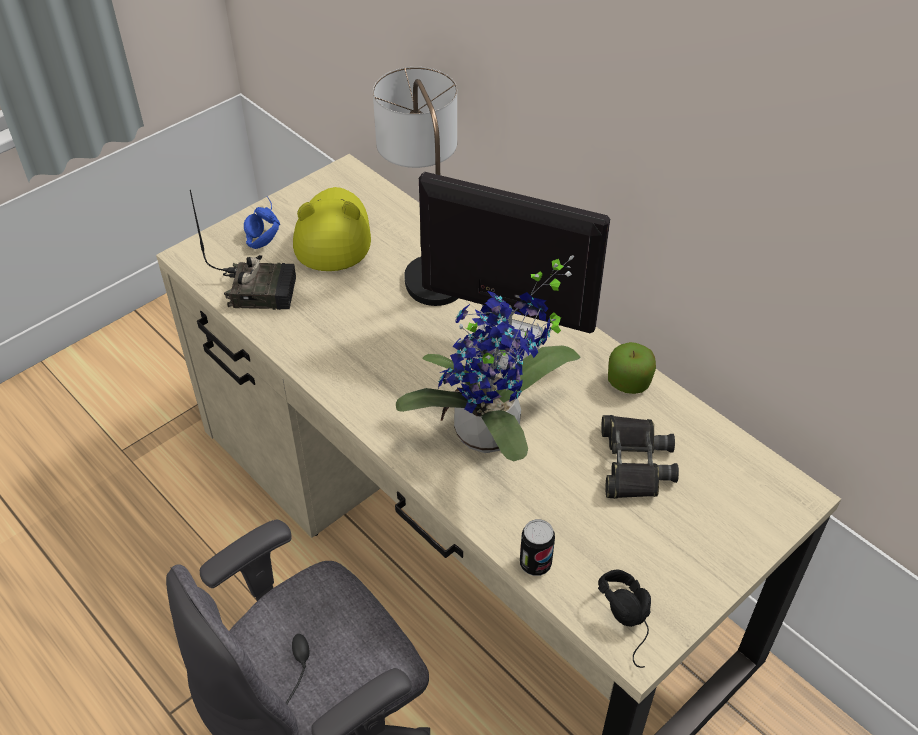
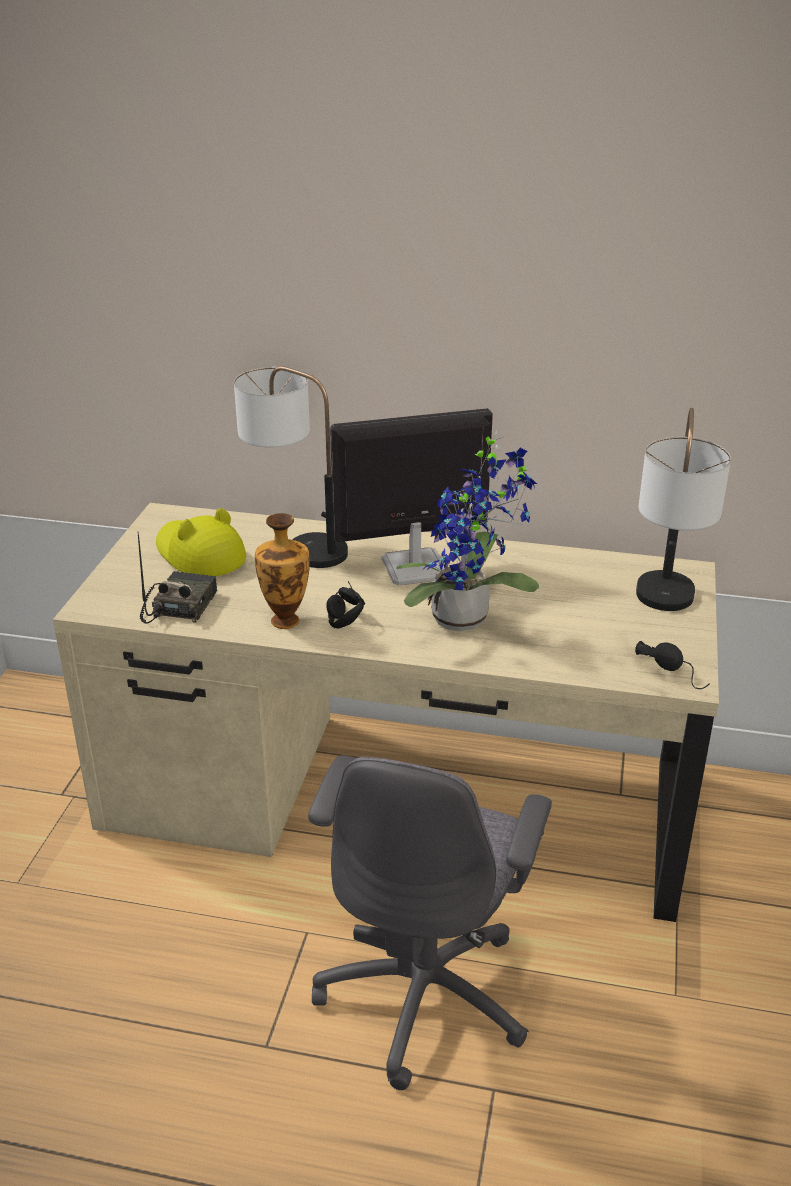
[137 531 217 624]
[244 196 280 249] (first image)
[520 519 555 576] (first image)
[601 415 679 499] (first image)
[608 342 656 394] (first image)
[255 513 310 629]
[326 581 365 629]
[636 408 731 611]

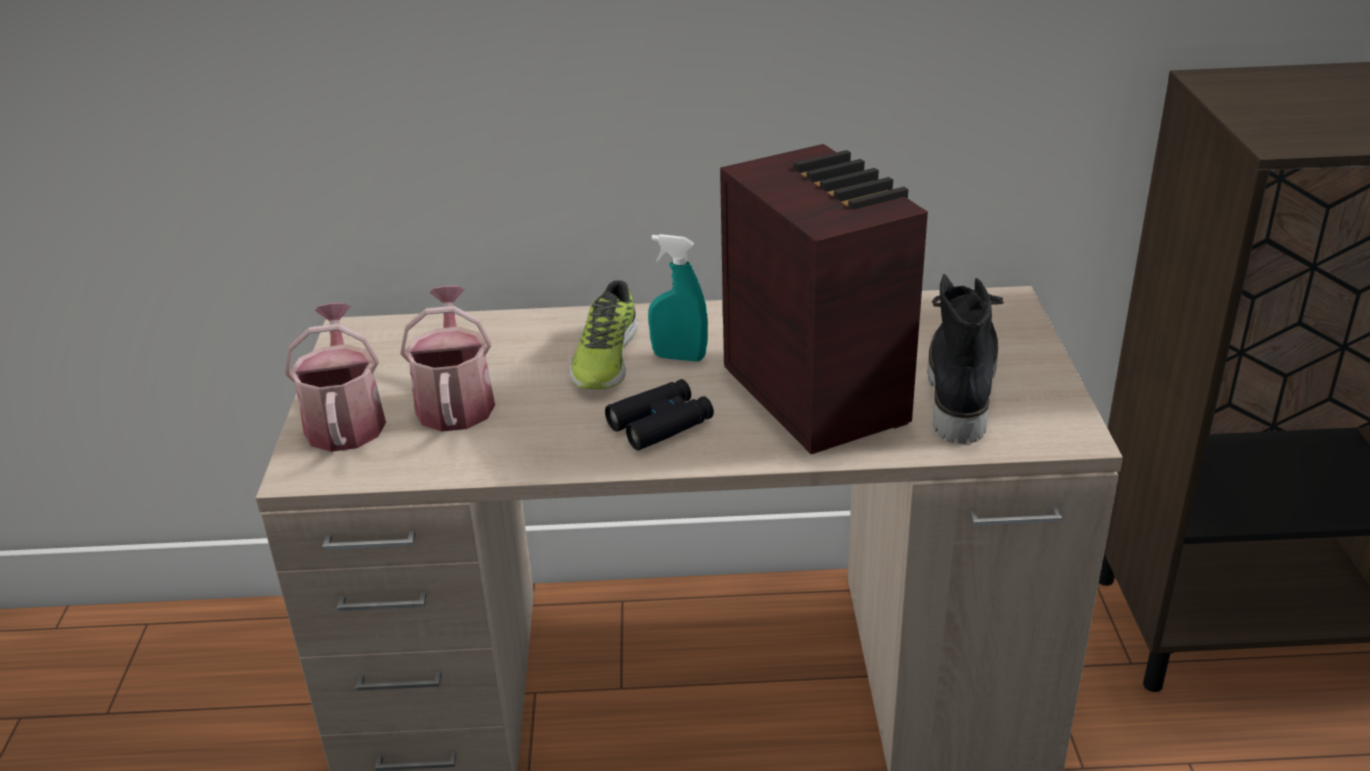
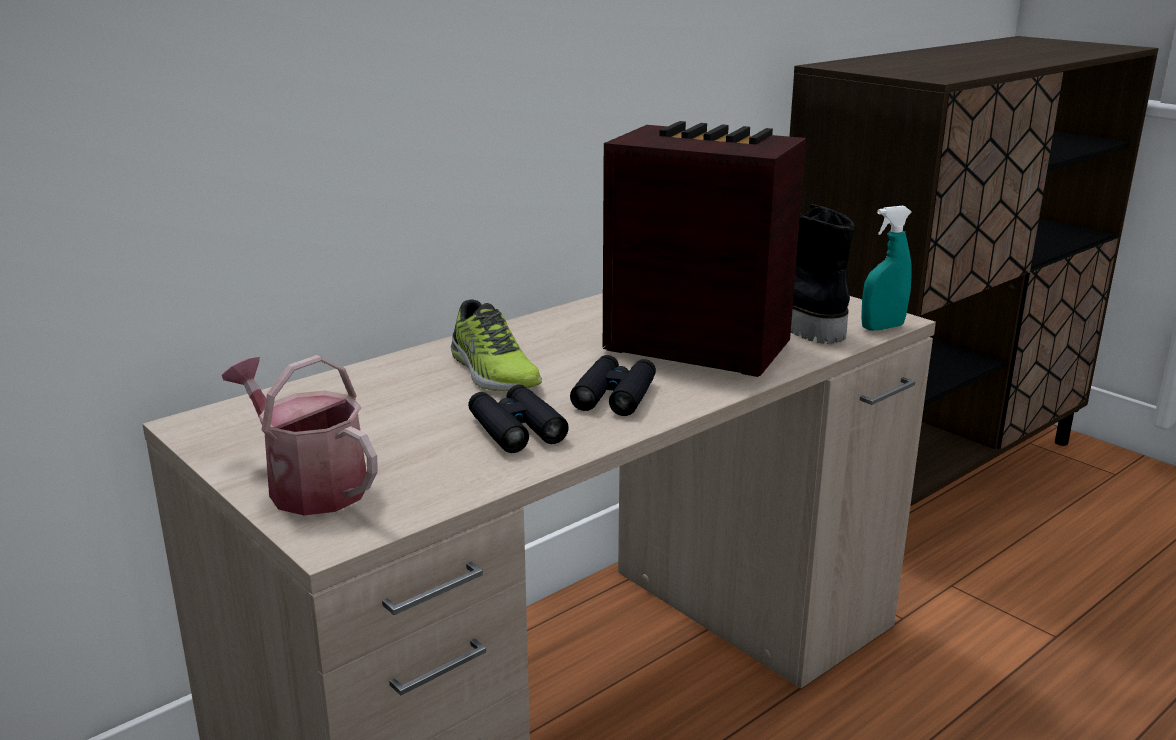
[400 286 495 431] (first image)
[861 206 912 331]
[468 385 569 453]

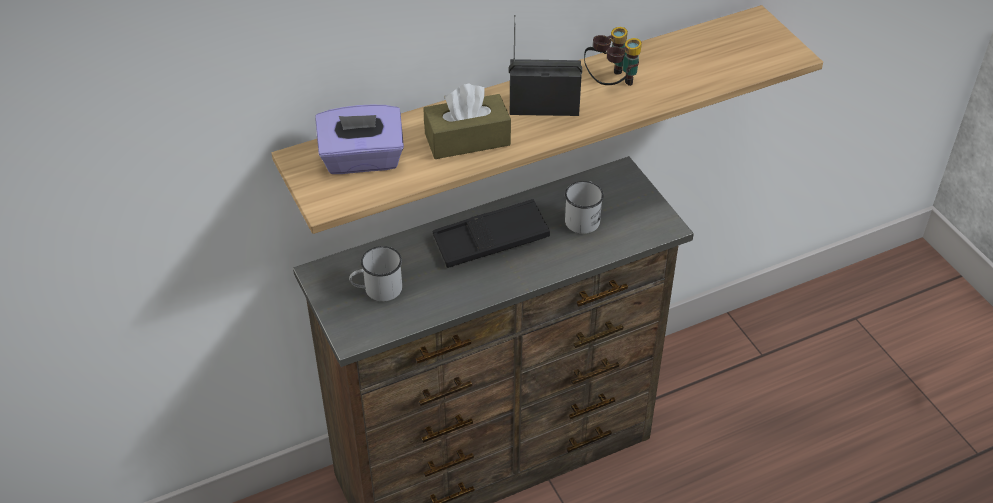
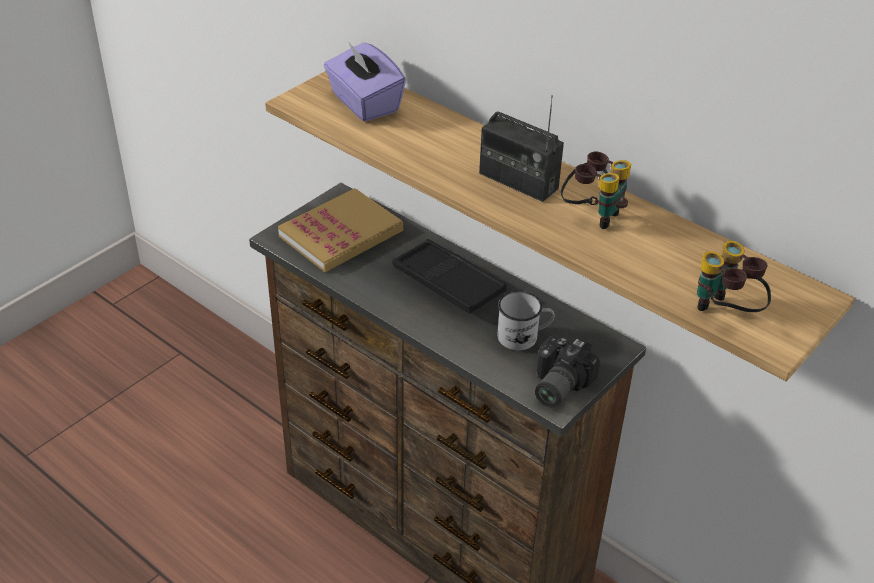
[278 188 403 272]
[423 83 511 159] (first image)
[479 95 564 202]
[535 336 600 407]
[697 241 771 312]

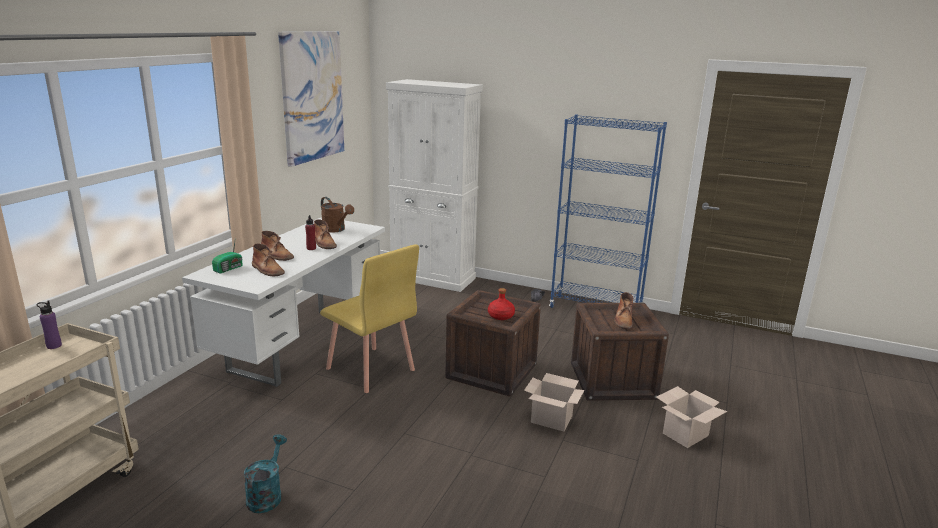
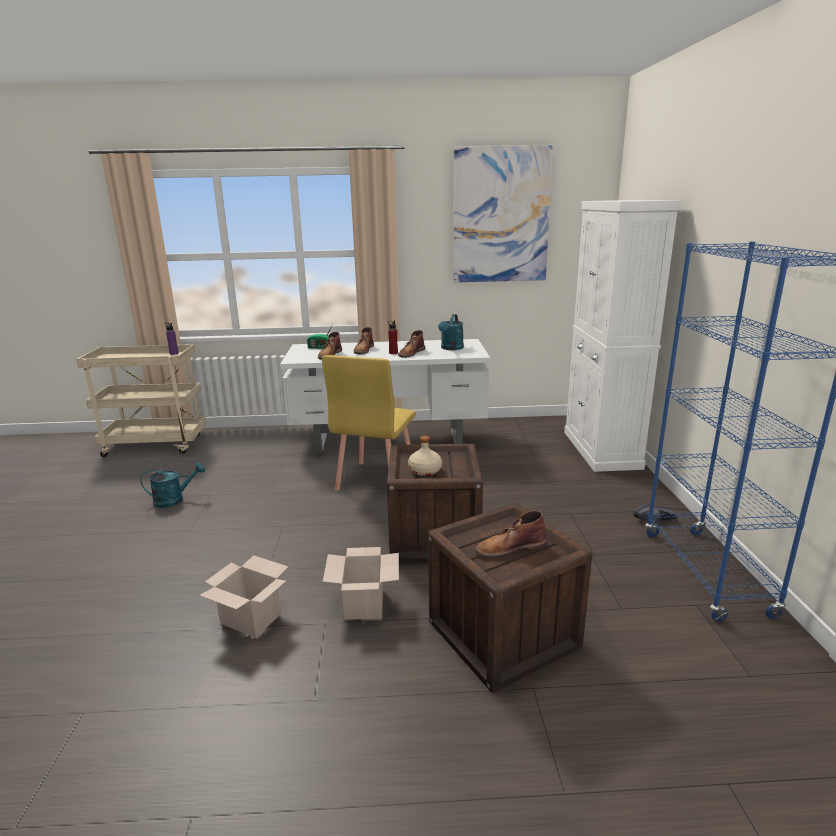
[438 314 464 350]
[408 436 442 476]
[199 555 288 638]

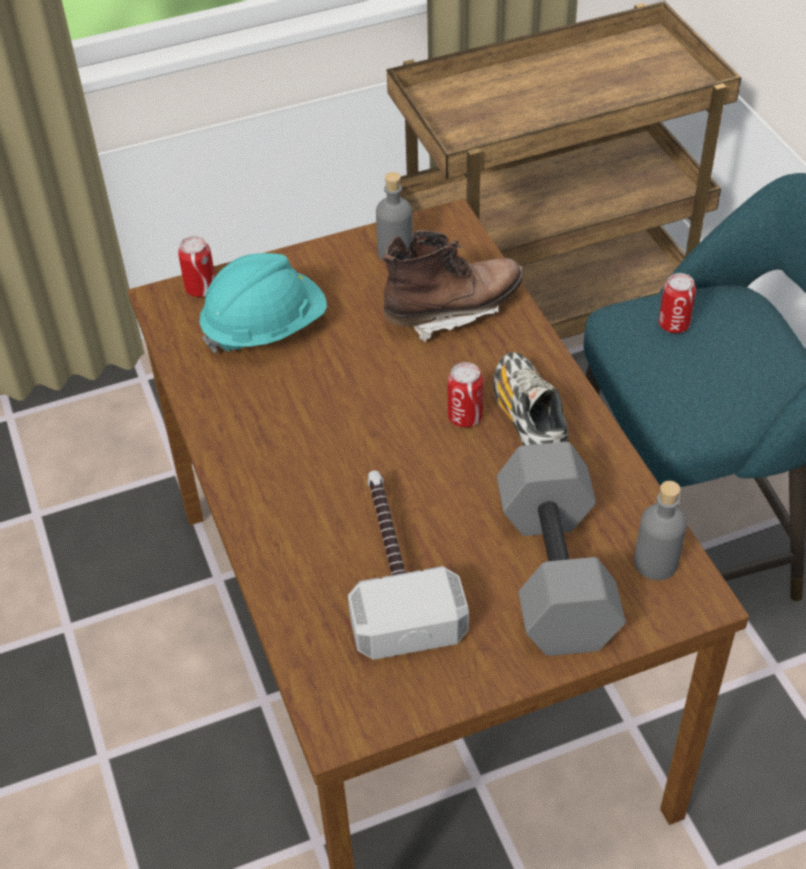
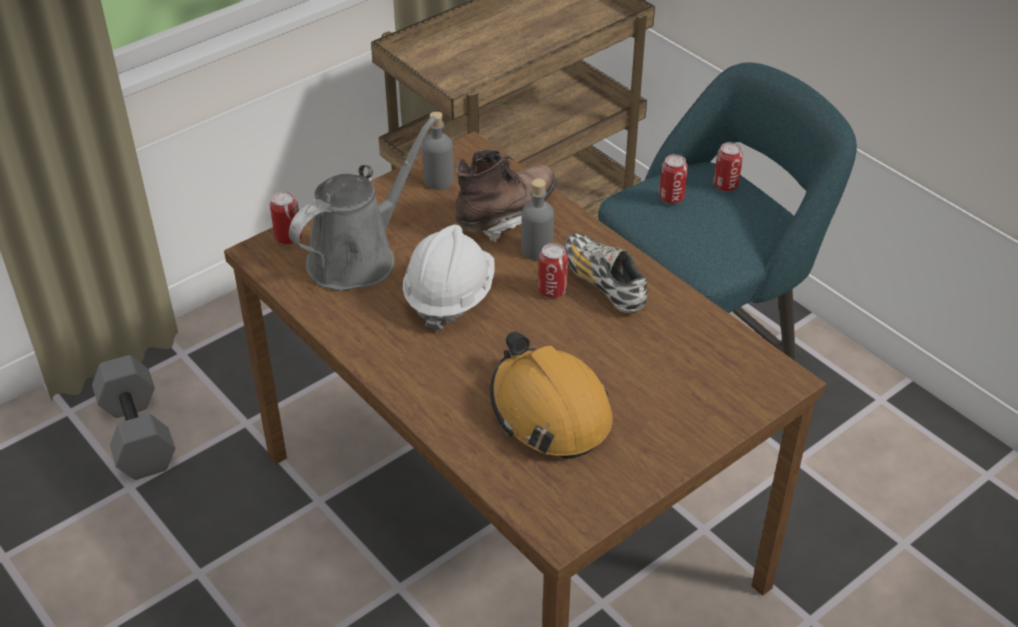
[289 116 437 291]
[490 331 613 459]
[92 355 175 480]
[521 179 554 260]
[403 224 495 331]
[713 142 743 191]

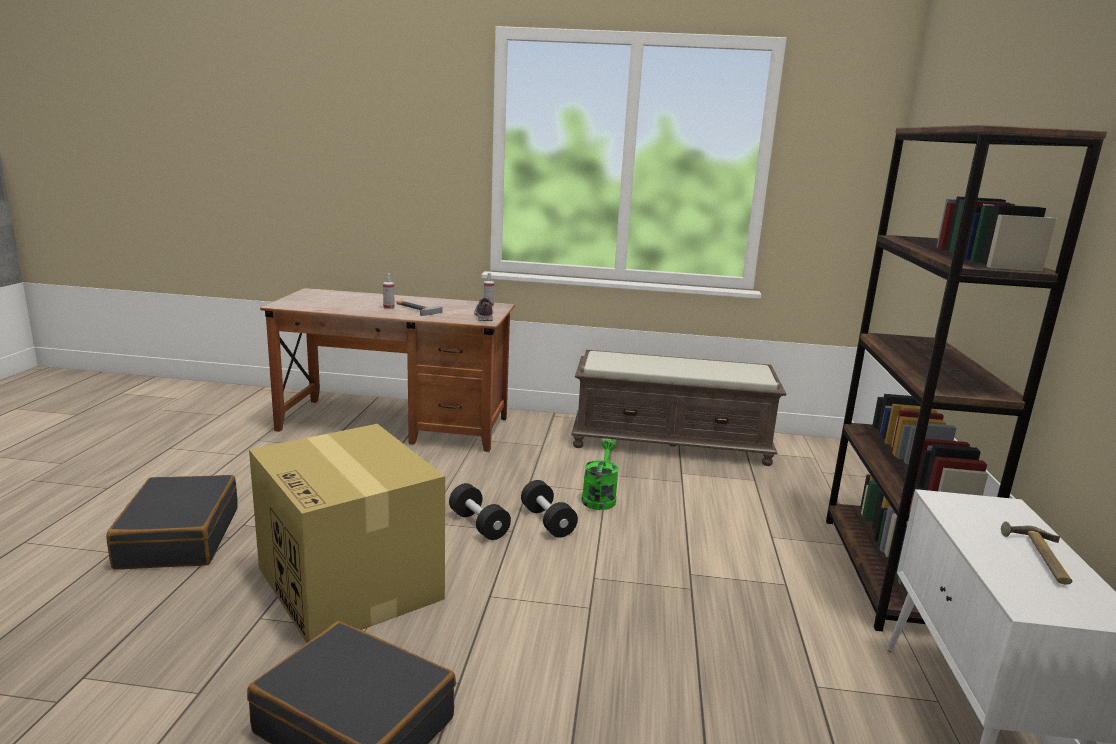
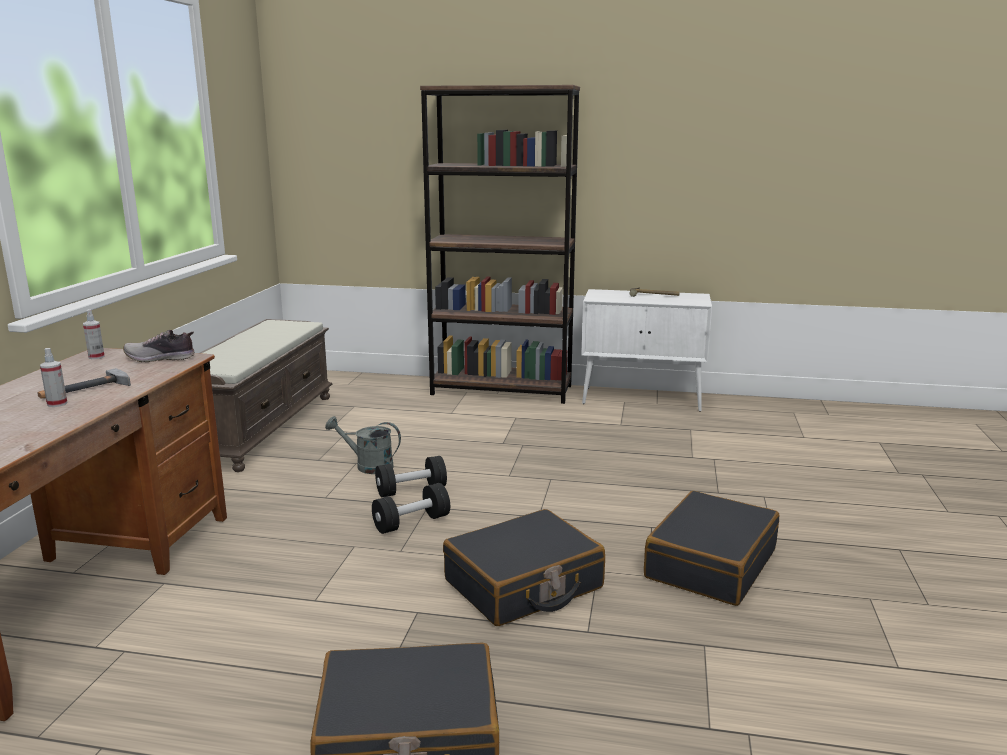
[443 509 605 626]
[325 416 401 474]

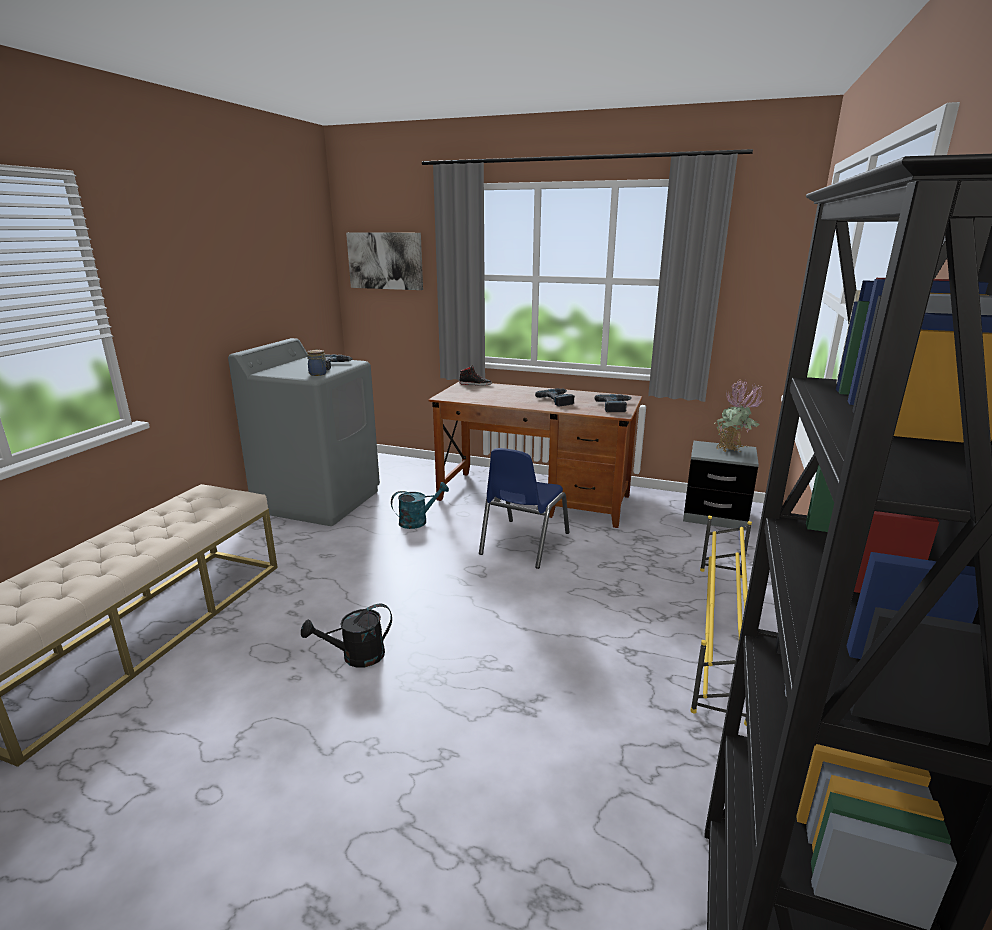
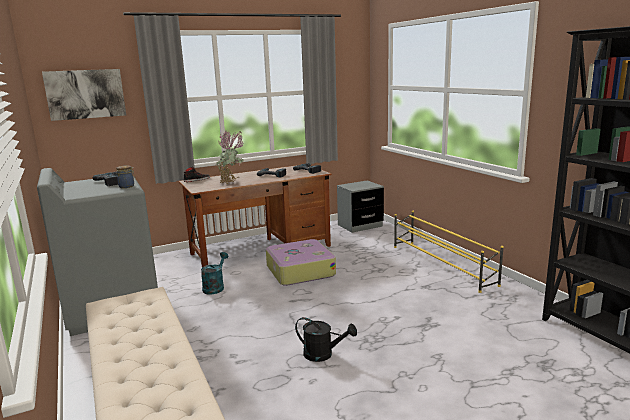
[295 317 357 362]
[266 239 336 286]
[215 131 244 184]

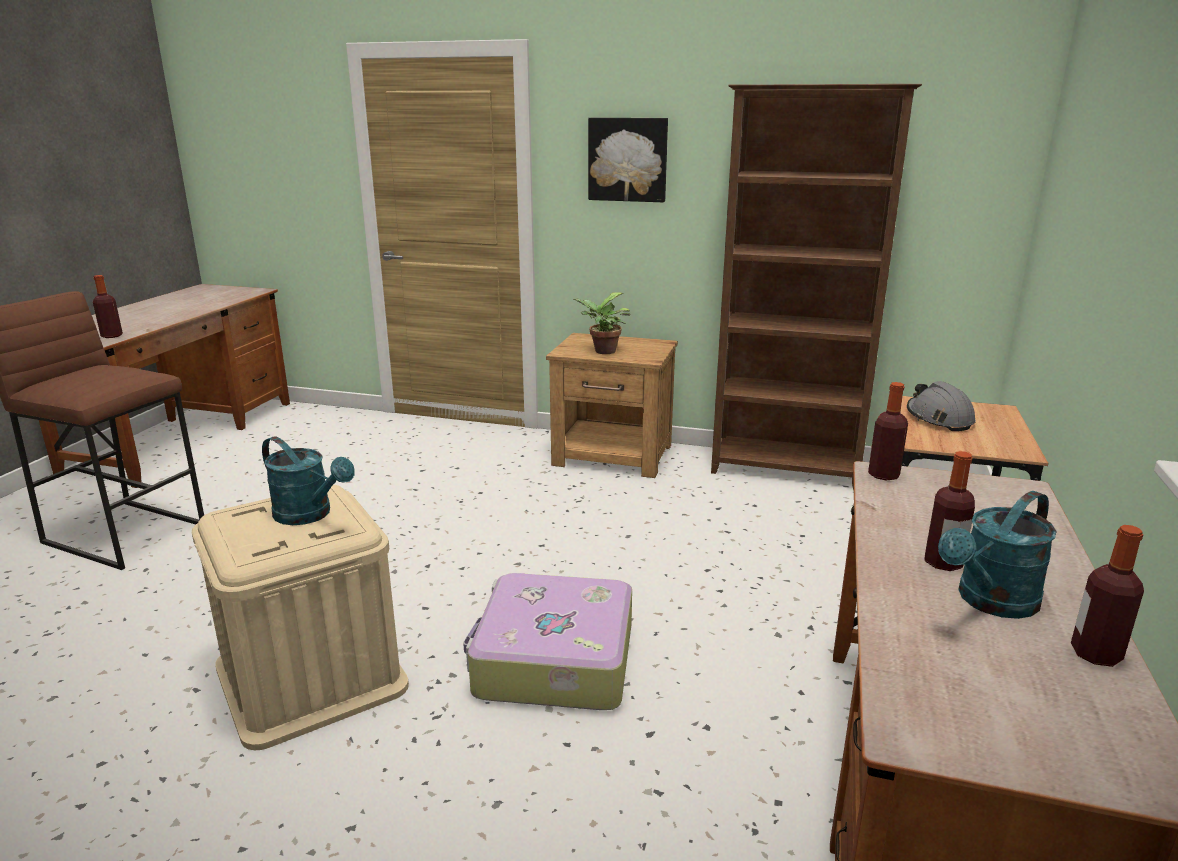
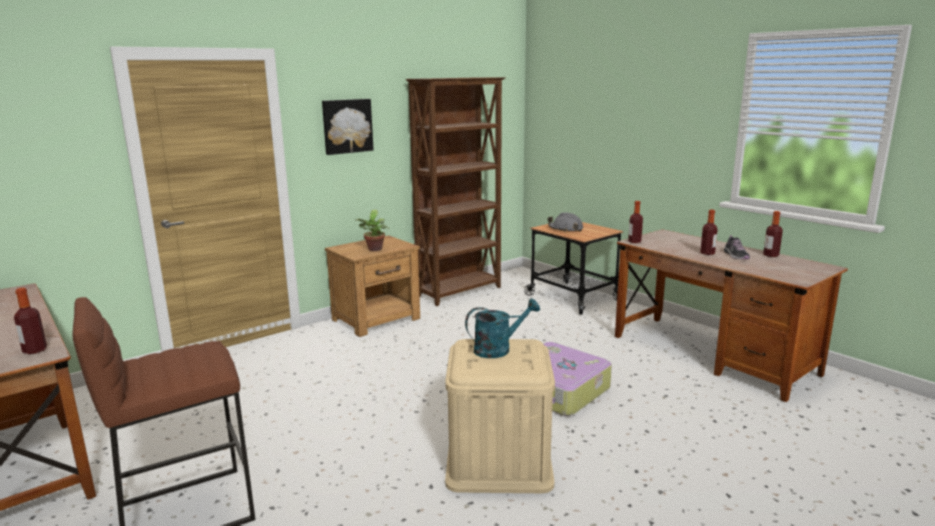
[724 235 750 259]

